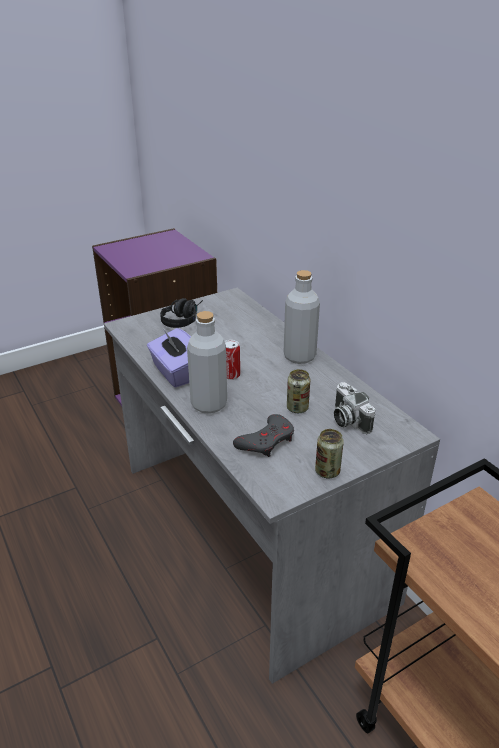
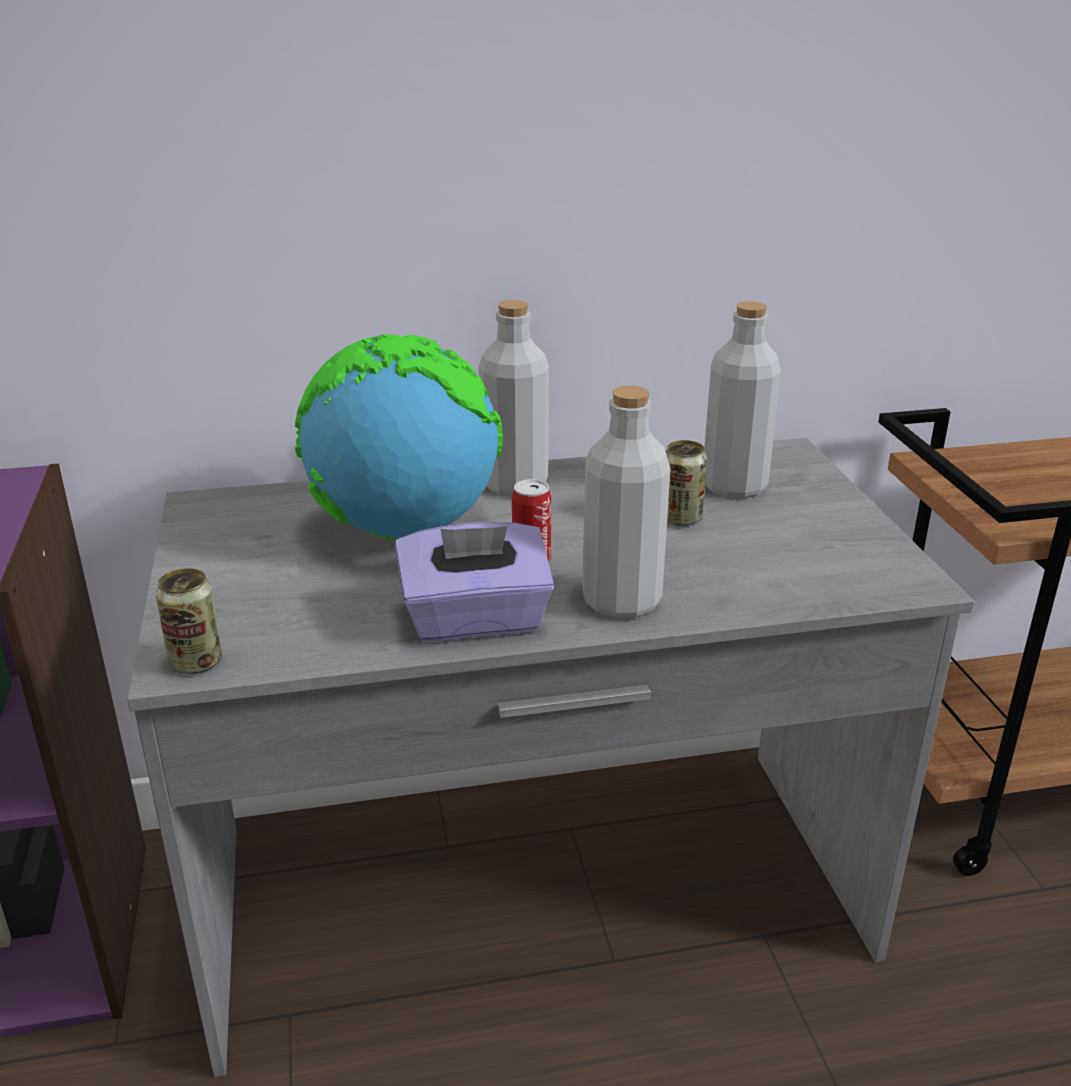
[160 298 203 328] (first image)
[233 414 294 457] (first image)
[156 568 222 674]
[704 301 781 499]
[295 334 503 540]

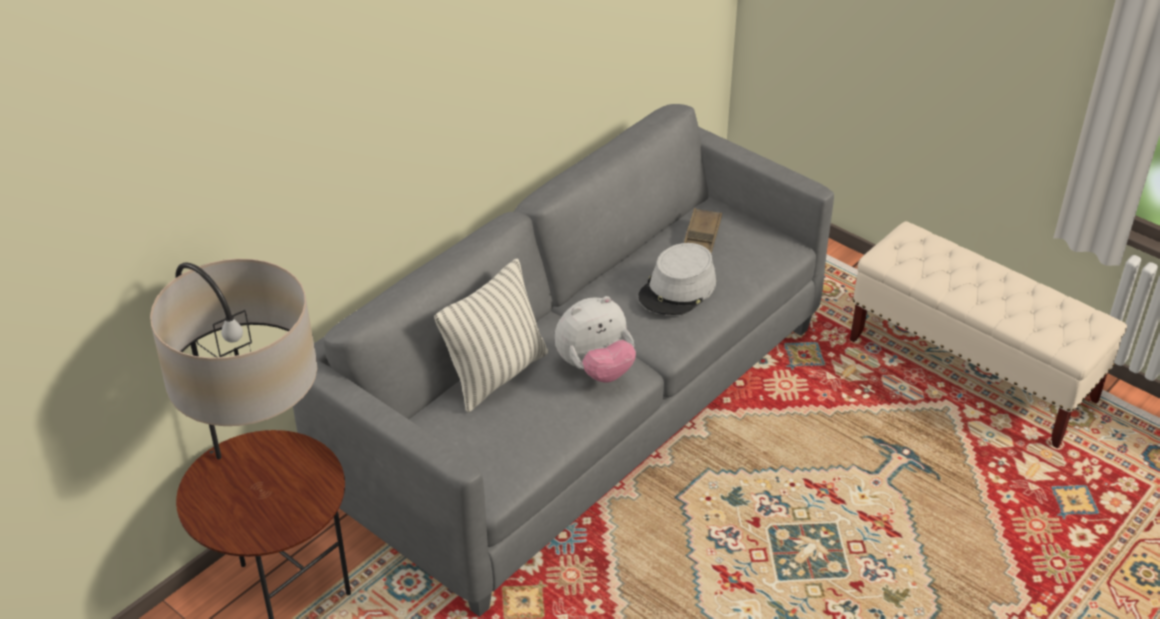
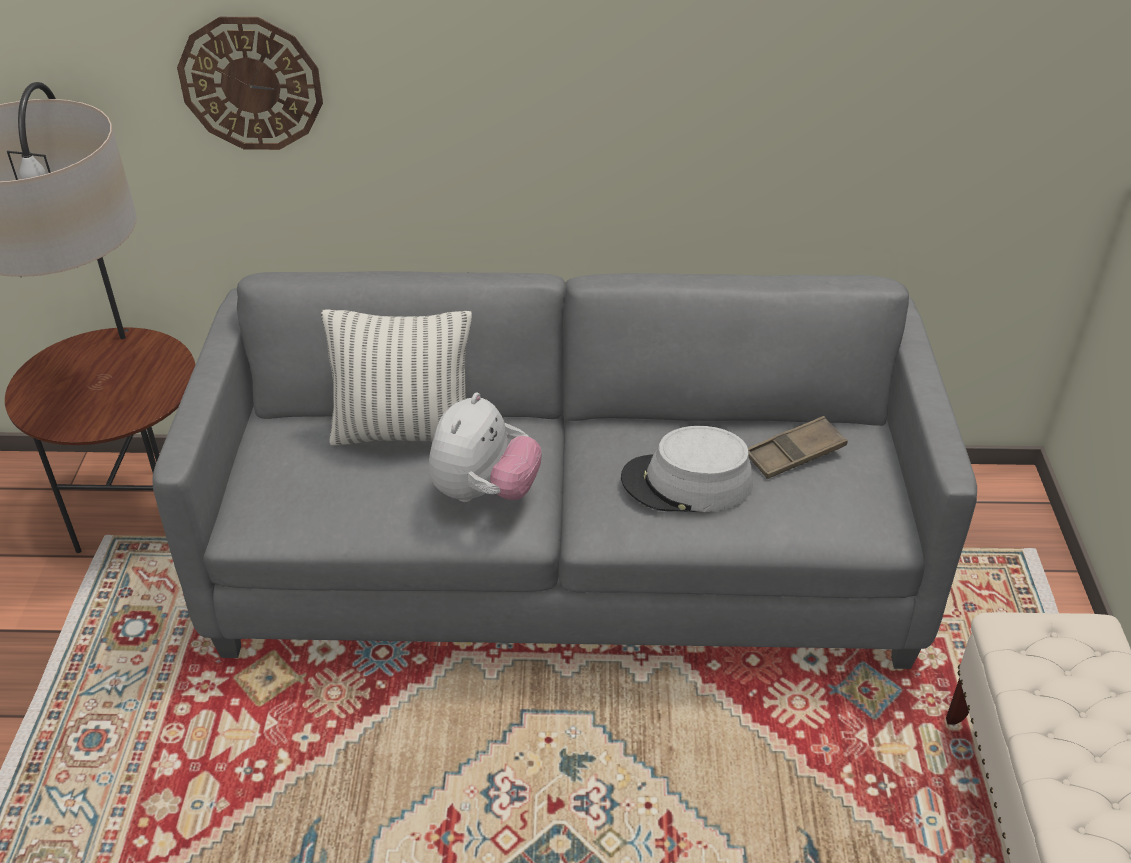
[429 392 542 502]
[177 17 323 150]

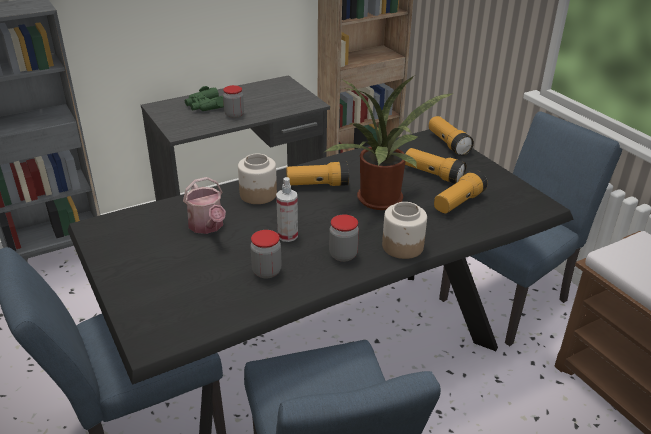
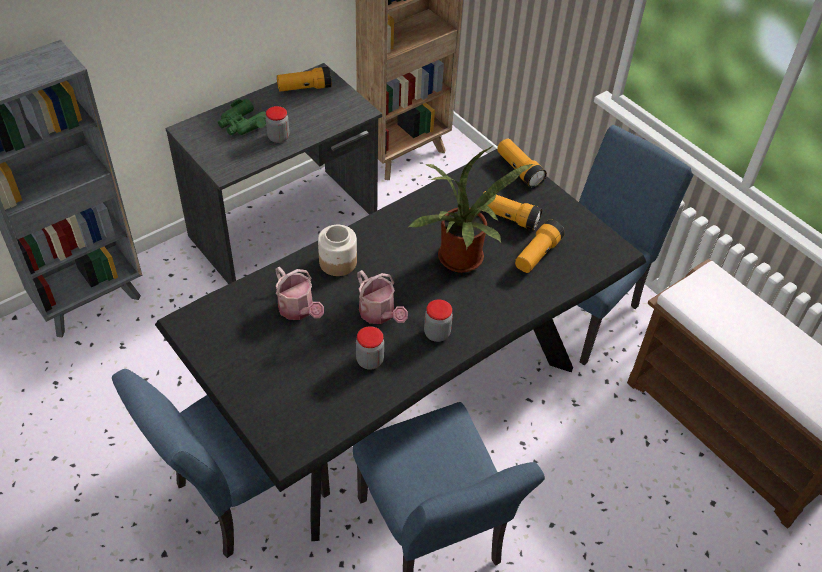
[357 270 408 324]
[277 67 332 91]
[382 202 427 259] (first image)

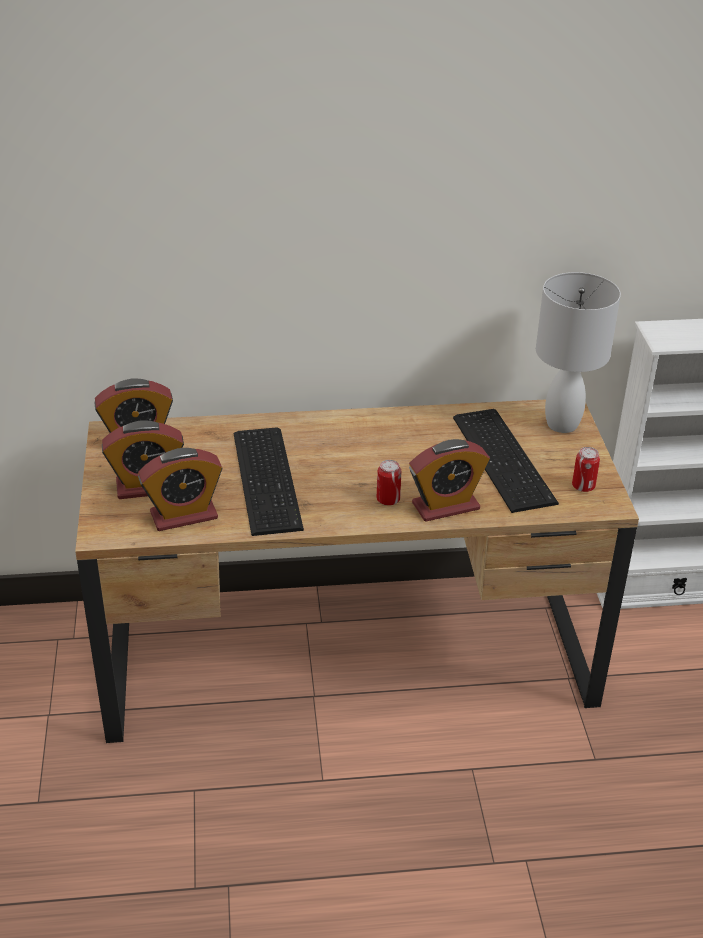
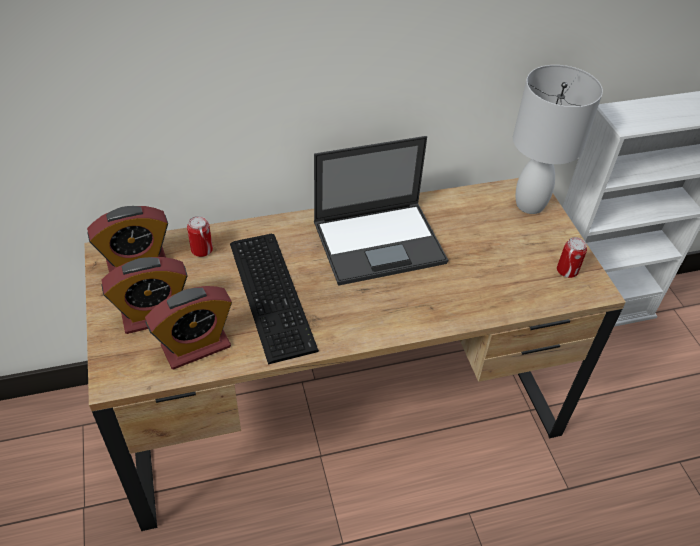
[187 216 213 257]
[409 439 490 522] (first image)
[453 409 559 513] (first image)
[314 136 448 286]

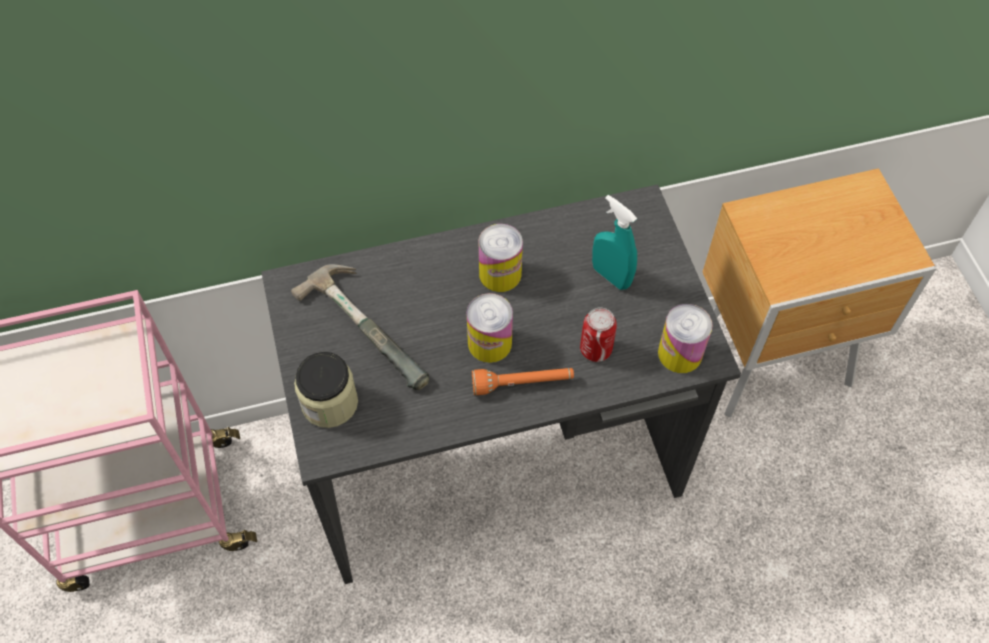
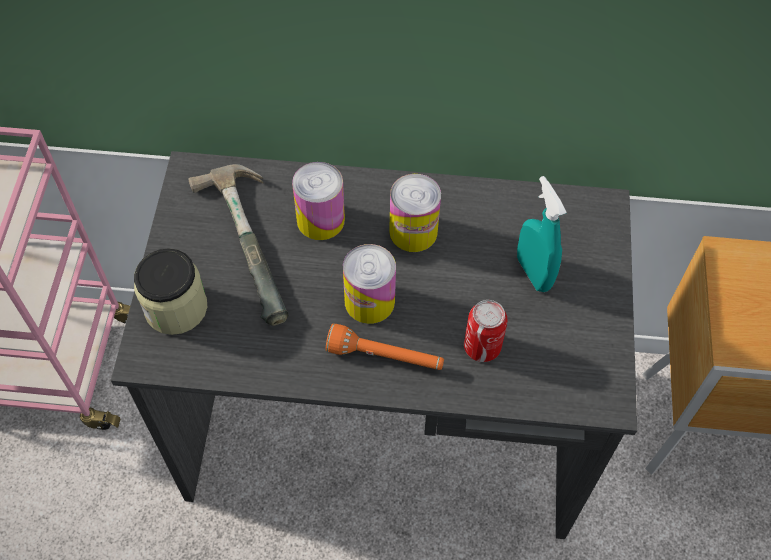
[292 162 345 240]

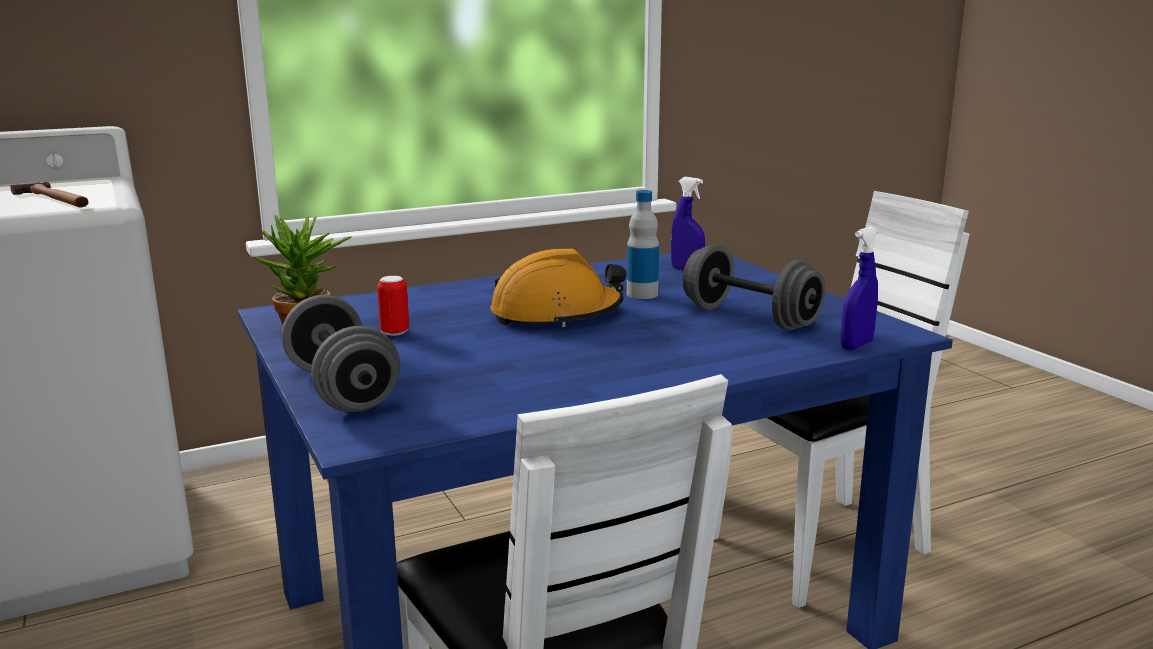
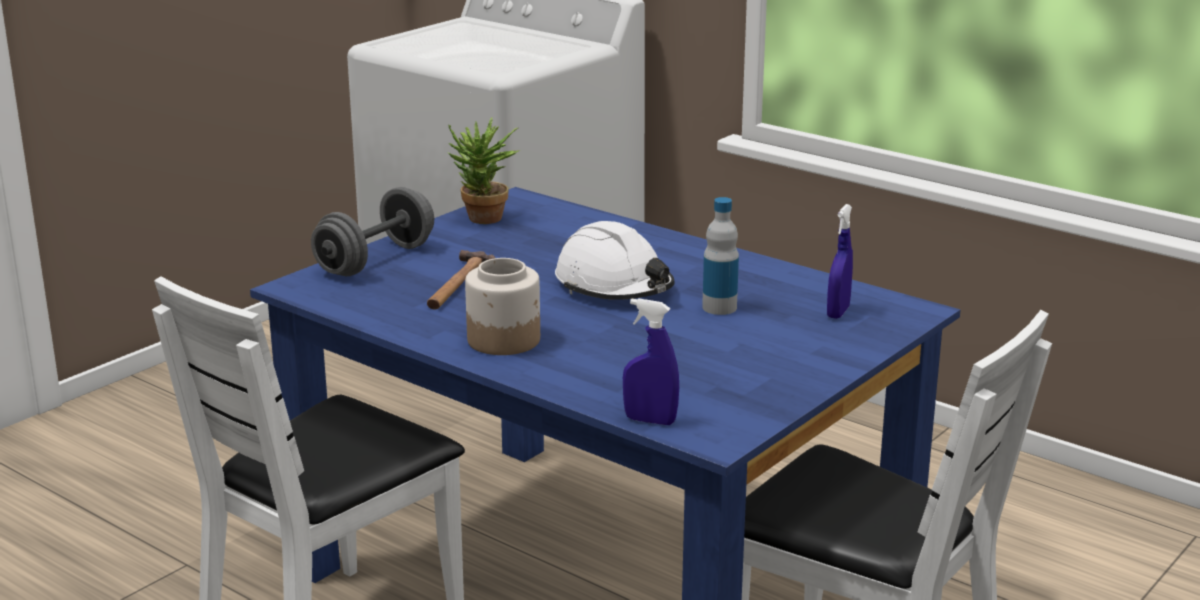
[427 250 495 309]
[377 276 409 336] (first image)
[555 221 675 300]
[683 244 825 330] (first image)
[465 258 540 355]

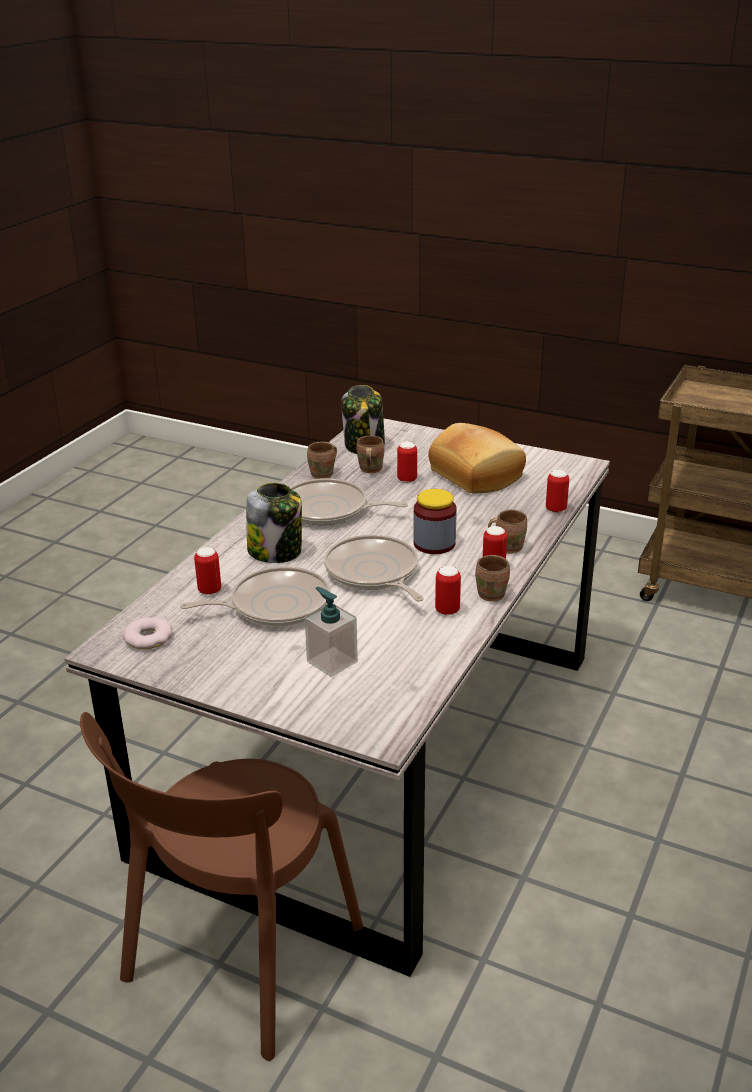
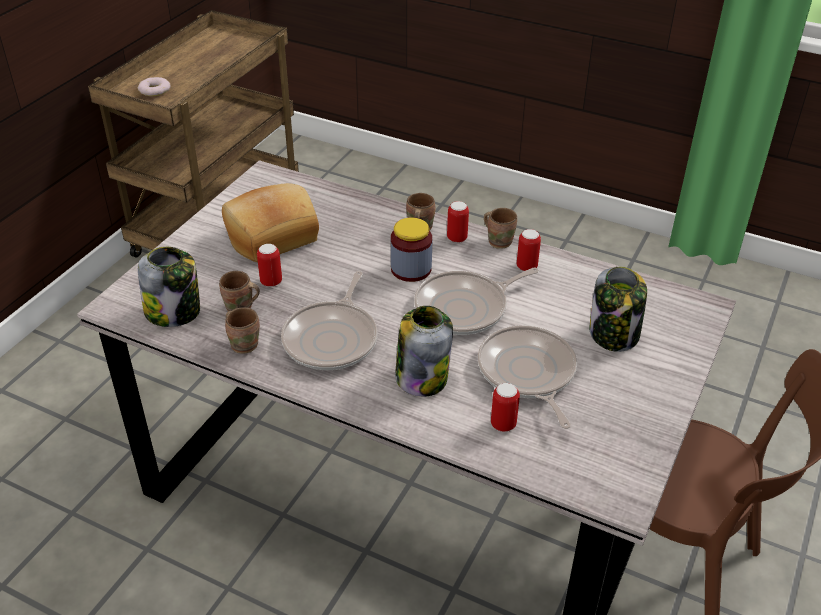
[138 77 171 96]
[589 267 647 352]
[546 470 569 513] (first image)

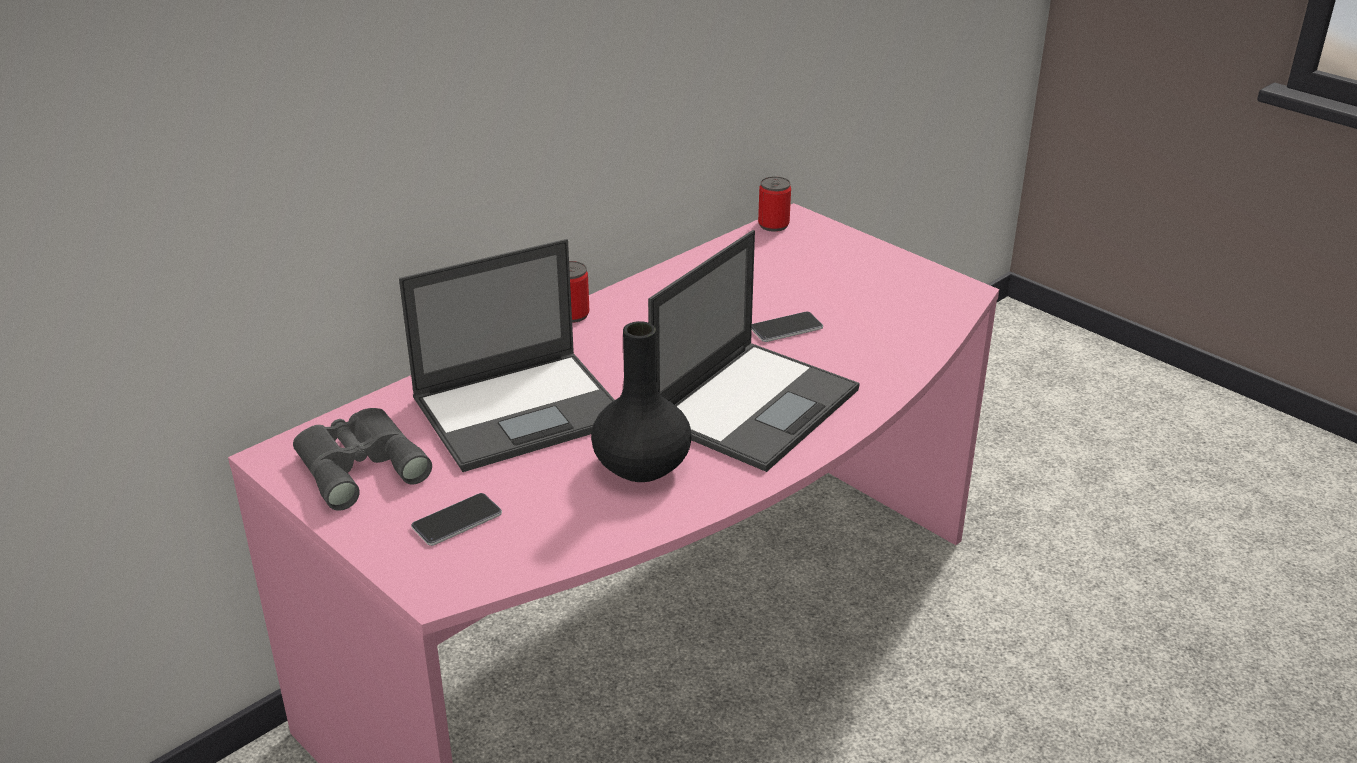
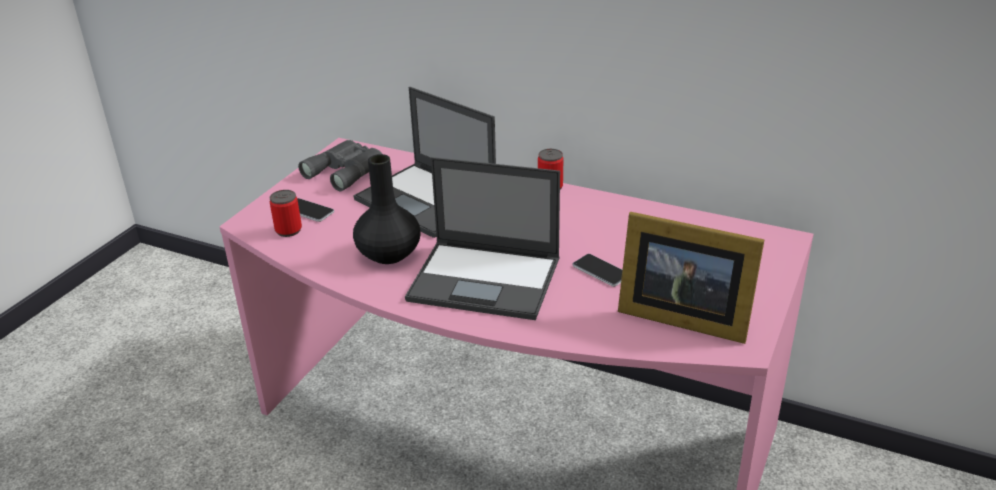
[270 190 302 237]
[618 212 765 344]

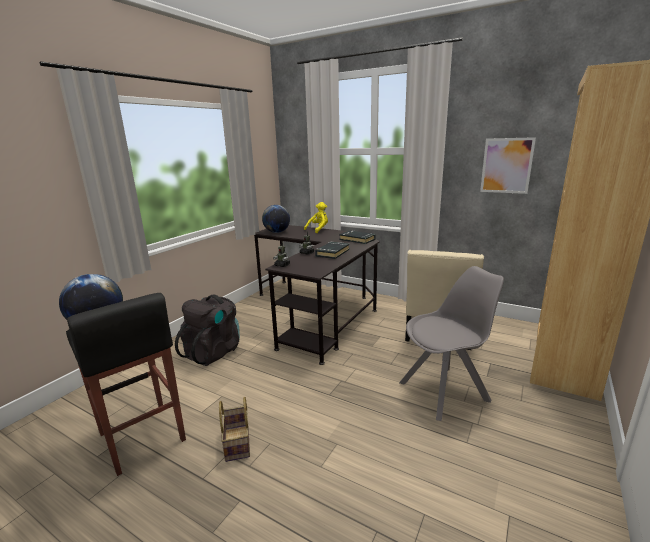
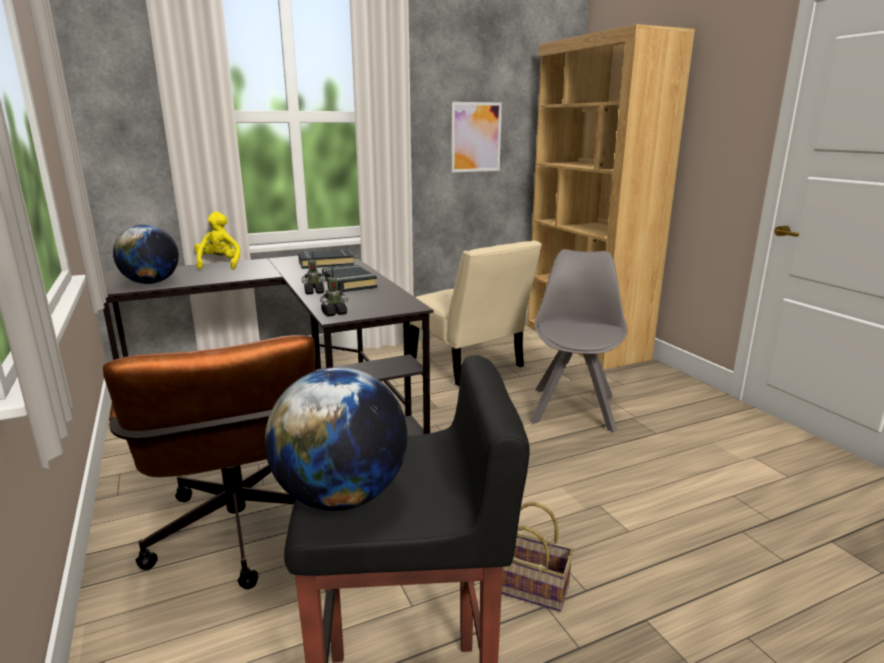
[103 335 316 589]

